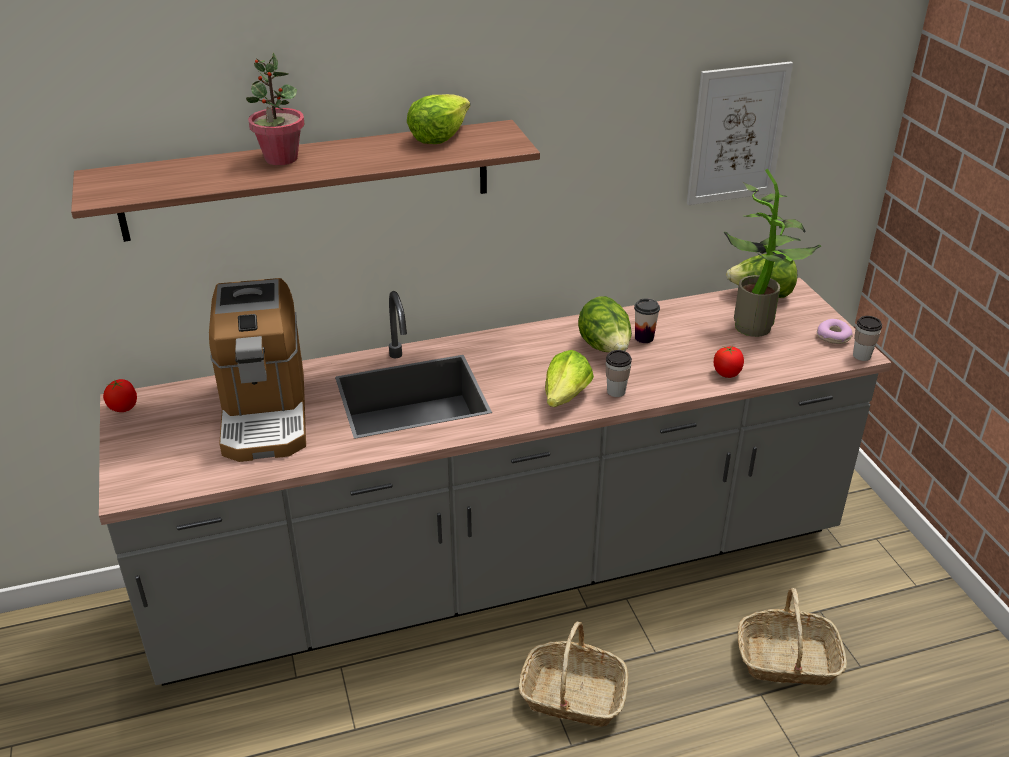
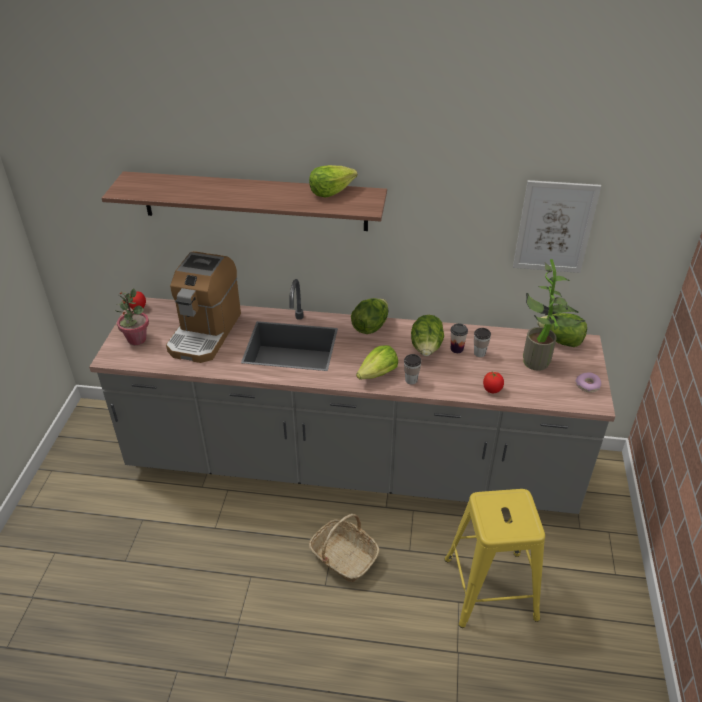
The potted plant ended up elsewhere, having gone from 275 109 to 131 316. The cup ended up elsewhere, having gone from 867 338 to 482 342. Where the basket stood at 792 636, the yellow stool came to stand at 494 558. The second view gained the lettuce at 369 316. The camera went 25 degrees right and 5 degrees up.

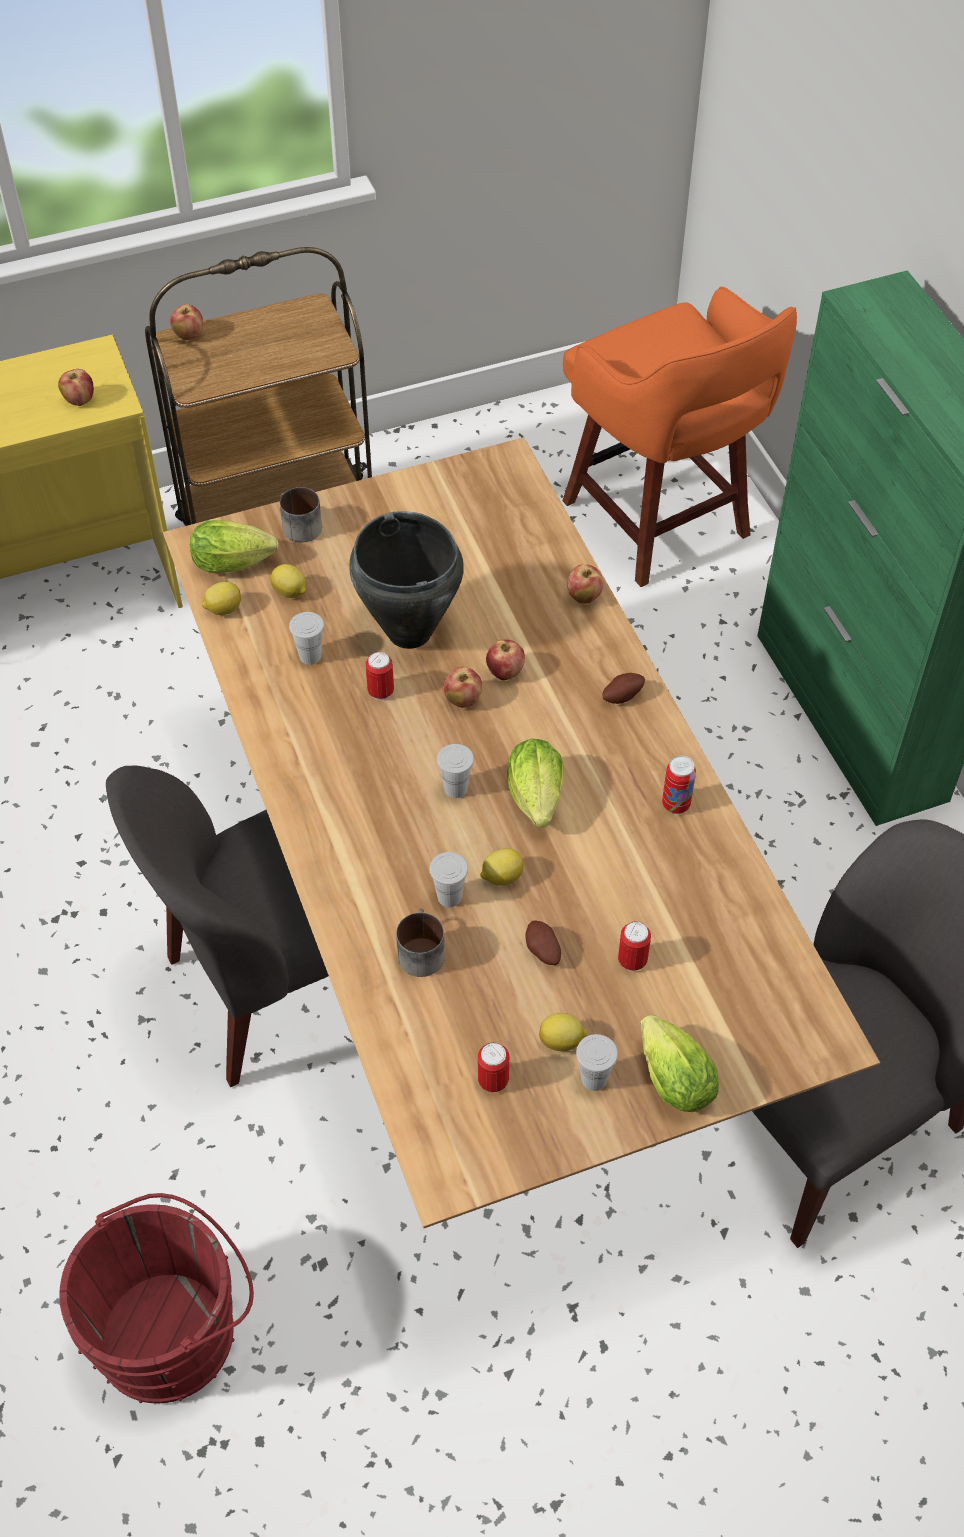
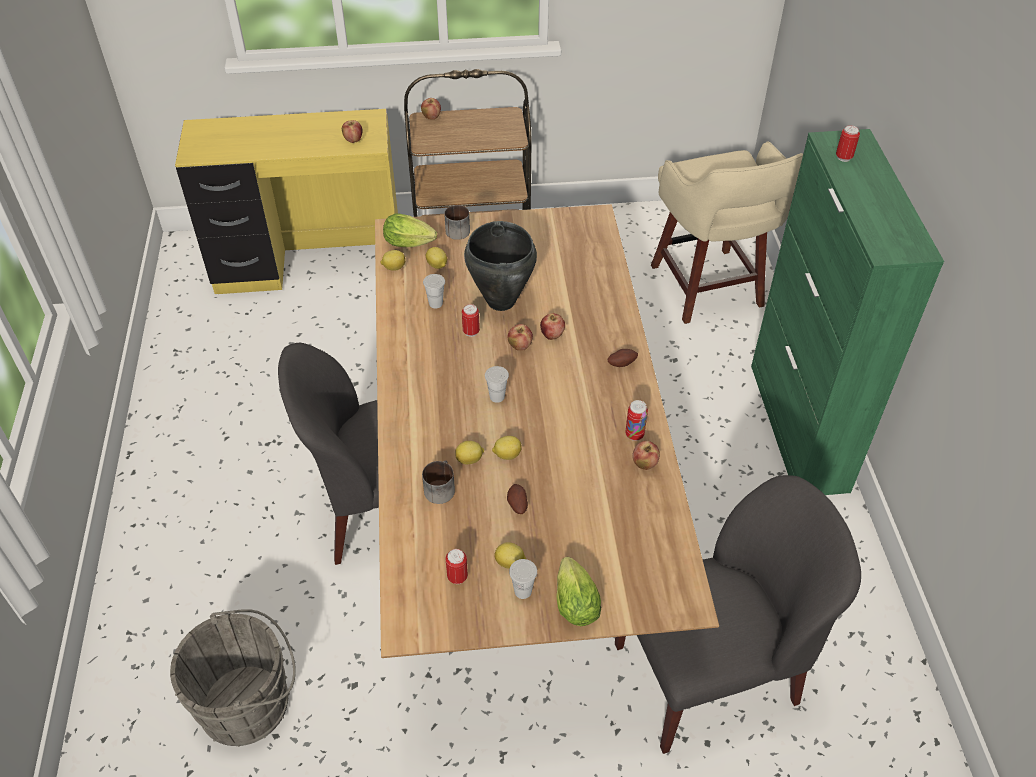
What was the orange stool at 679 437 turned into the beige stool at 727 232. The apple ended up elsewhere, having gone from 585 583 to 646 455. The second view lost the lettuce at 535 783. Where the white cup stood at 448 879, the lemon came to stand at 469 452. The can ended up elsewhere, having gone from 634 946 to 848 143. What was the red bucket at 157 1298 turned into the grey bucket at 233 678. The camera went 15 degrees right and 5 degrees down.

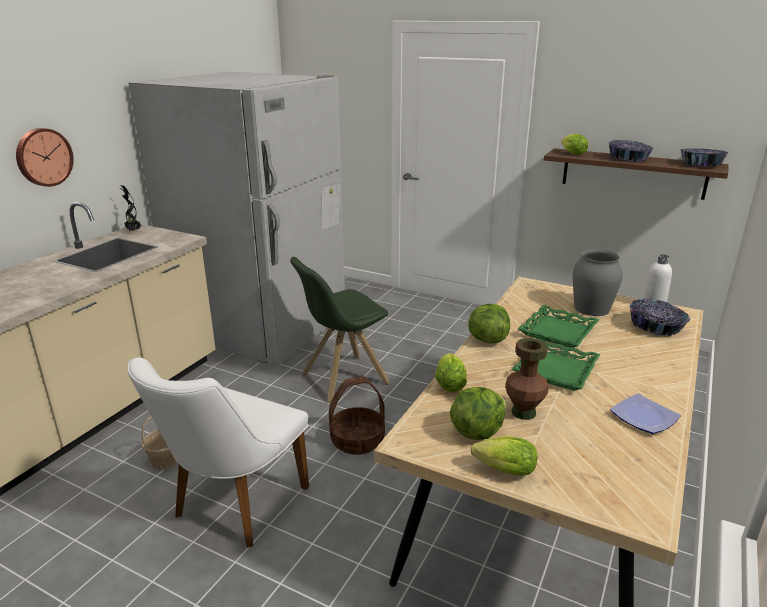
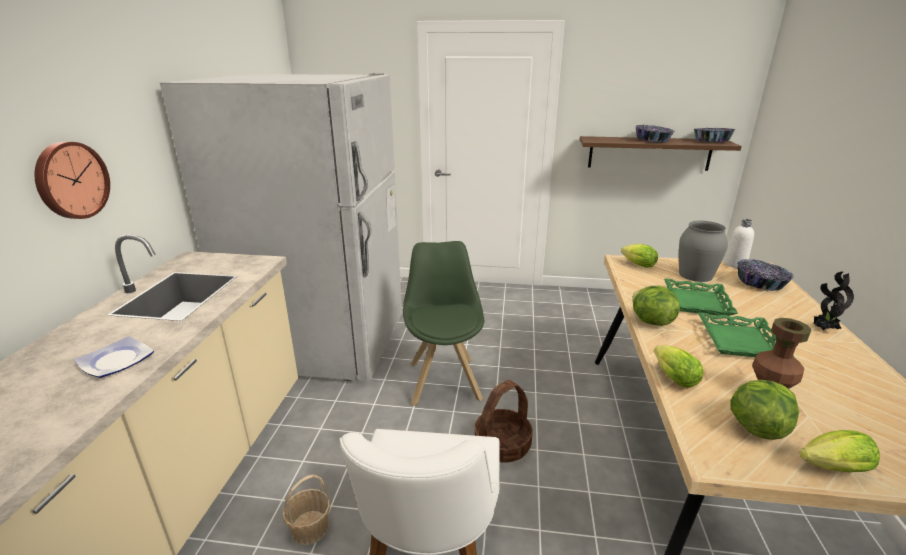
The lettuce ended up elsewhere, having gone from 574 144 to 639 256. The potted plant ended up elsewhere, having gone from 130 208 to 834 301. The green chair at 340 330 ended up facing another way, 135 degrees clockwise from before. The plate ended up elsewhere, having gone from 645 413 to 114 357. The camera went 20 degrees left and 0 degrees up.

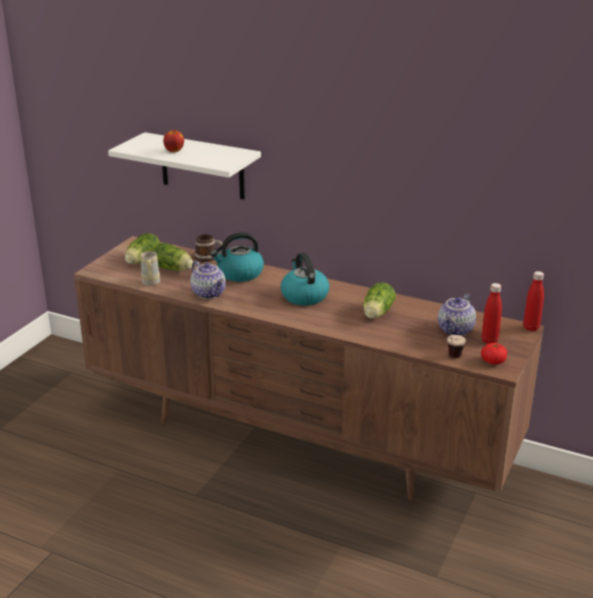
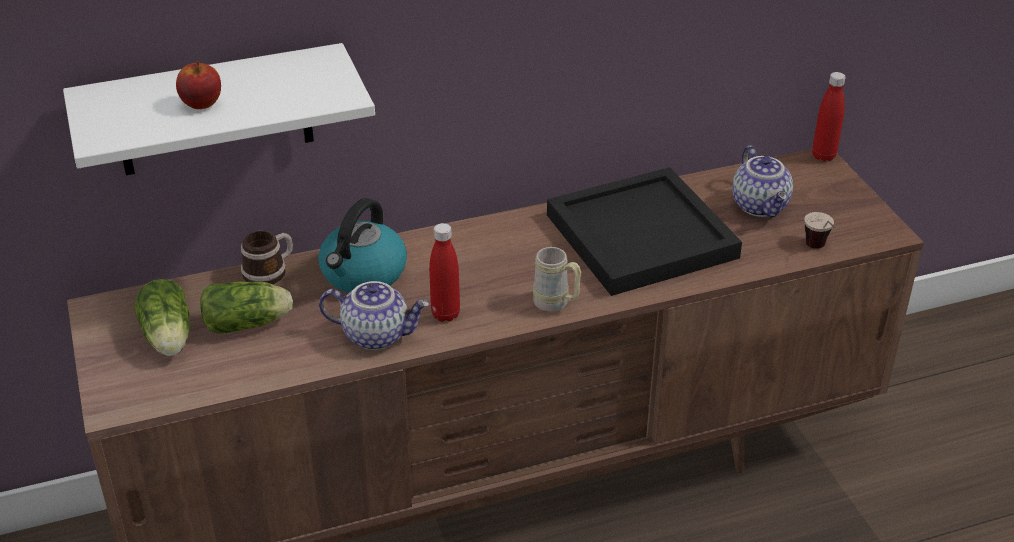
The beige mug ended up elsewhere, having gone from 150 268 to 557 279. The second view lost the kettle at 305 279. Where the lettuce stood at 379 300, the black tray came to stand at 644 231. The red bottle ended up elsewhere, having gone from 492 313 to 444 272. The second view lost the tomato at 494 354. The camera went 45 degrees left and 10 degrees up.

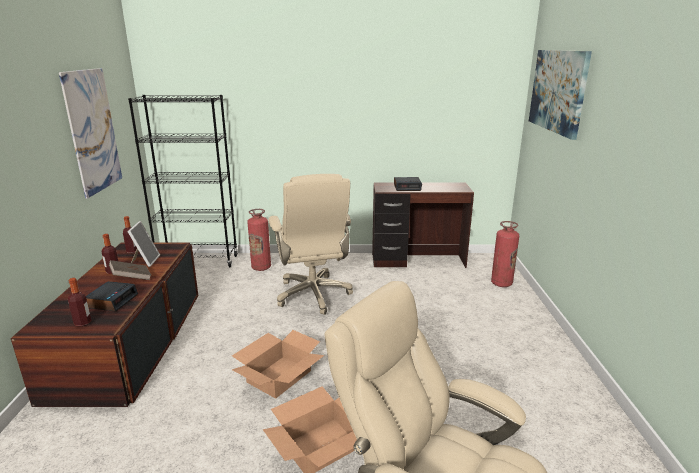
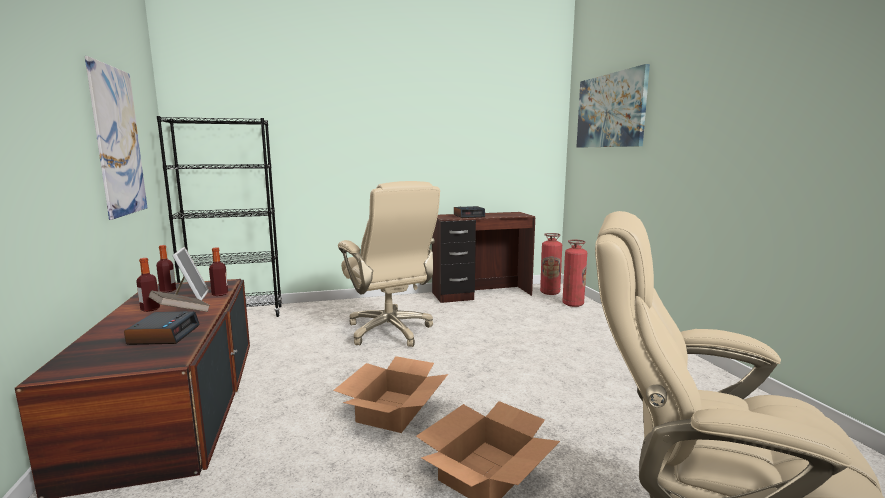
The fire extinguisher ended up elsewhere, having gone from 259 240 to 551 264. The bottle ended up elsewhere, having gone from 79 302 to 218 271. The camera went 15 degrees left and 10 degrees down.

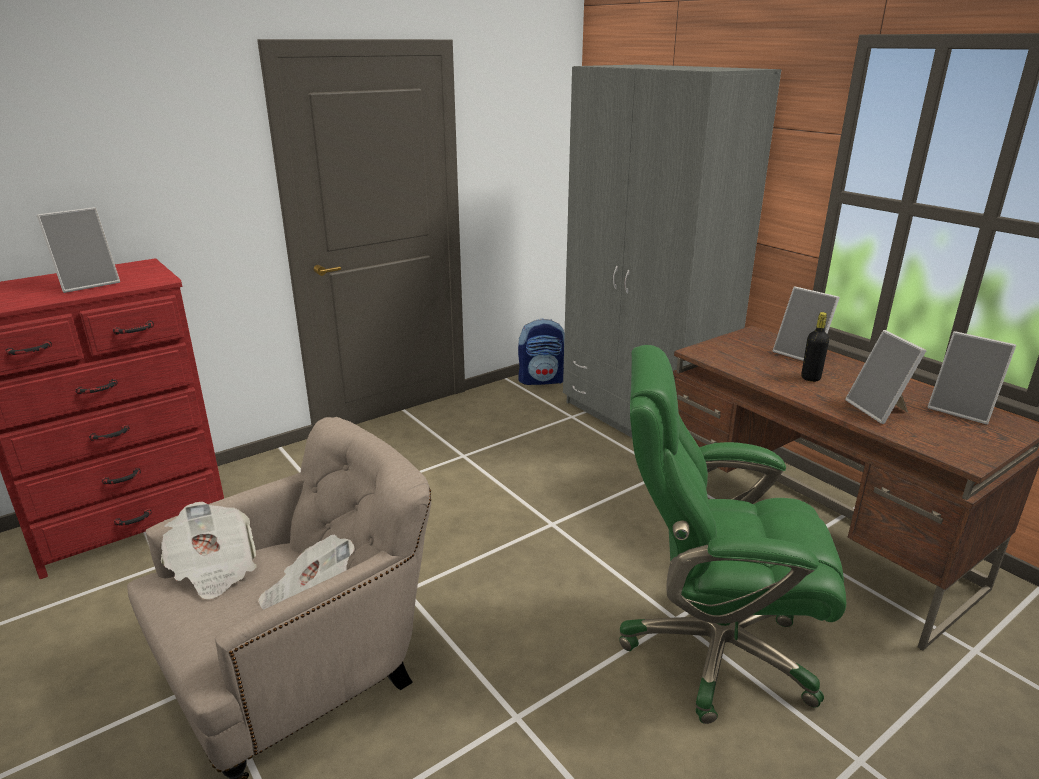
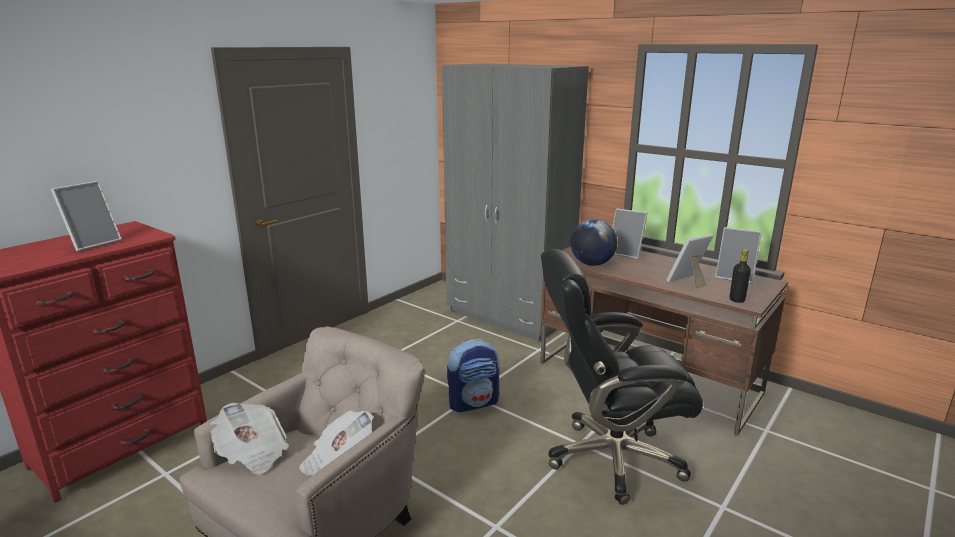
The black bottle ended up elsewhere, having gone from 815 347 to 740 276. The backpack ended up elsewhere, having gone from 541 352 to 473 375. The picture frame at 885 377 ended up facing another way, 90 degrees clockwise from before. What was the green office chair at 732 534 turned into the black office chair at 622 377. The second view gained the globe at 594 242. The camera went 15 degrees left and 5 degrees down.

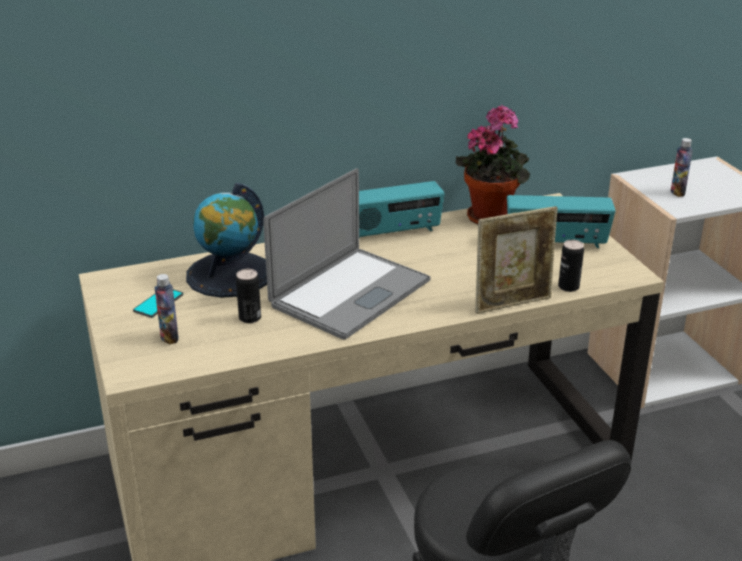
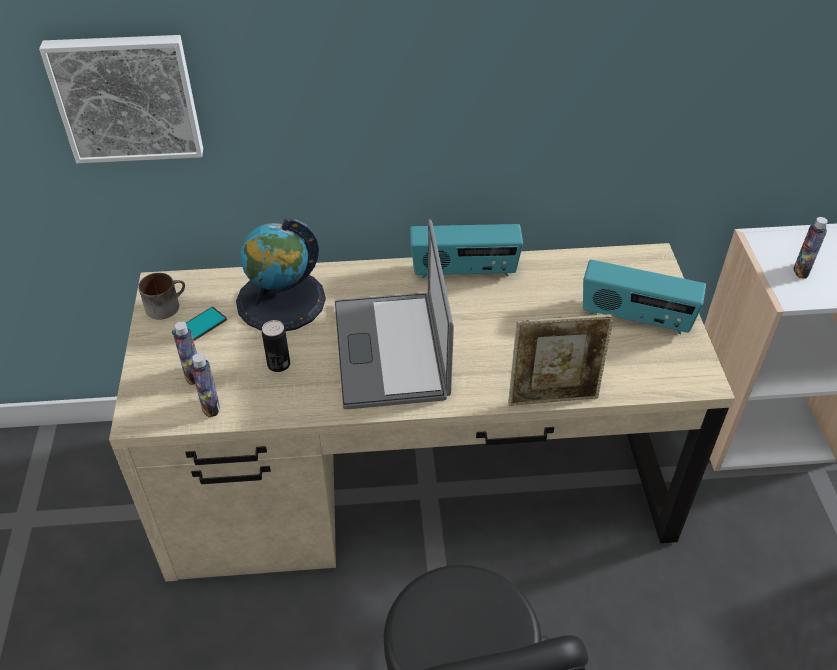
The second view lost the potted plant at 493 164. The laptop at 347 254 ended up facing another way, 120 degrees clockwise from before. The second view lost the can at 571 266. The second view gained the picture at 121 99. The second view gained the mug at 161 296. The second view gained the bottle at 205 385. The camera went 15 degrees right and 15 degrees up.

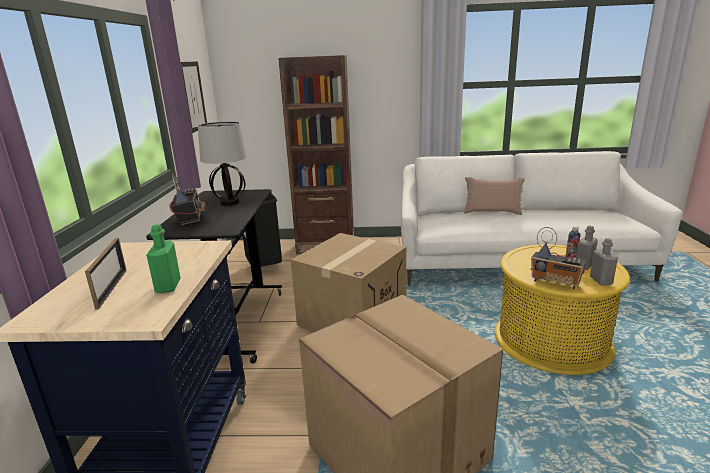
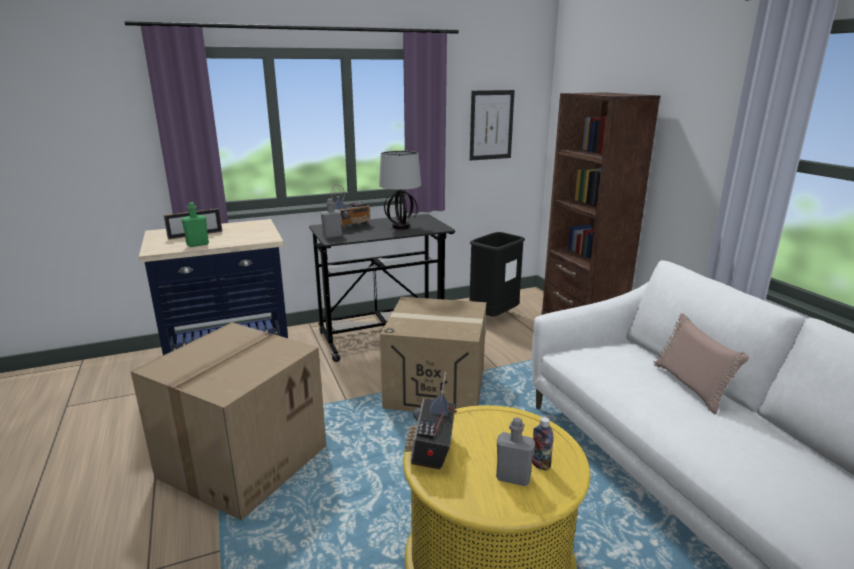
The grey bottle ended up elsewhere, having gone from 604 262 to 331 218. The camera went 65 degrees right and 0 degrees up.

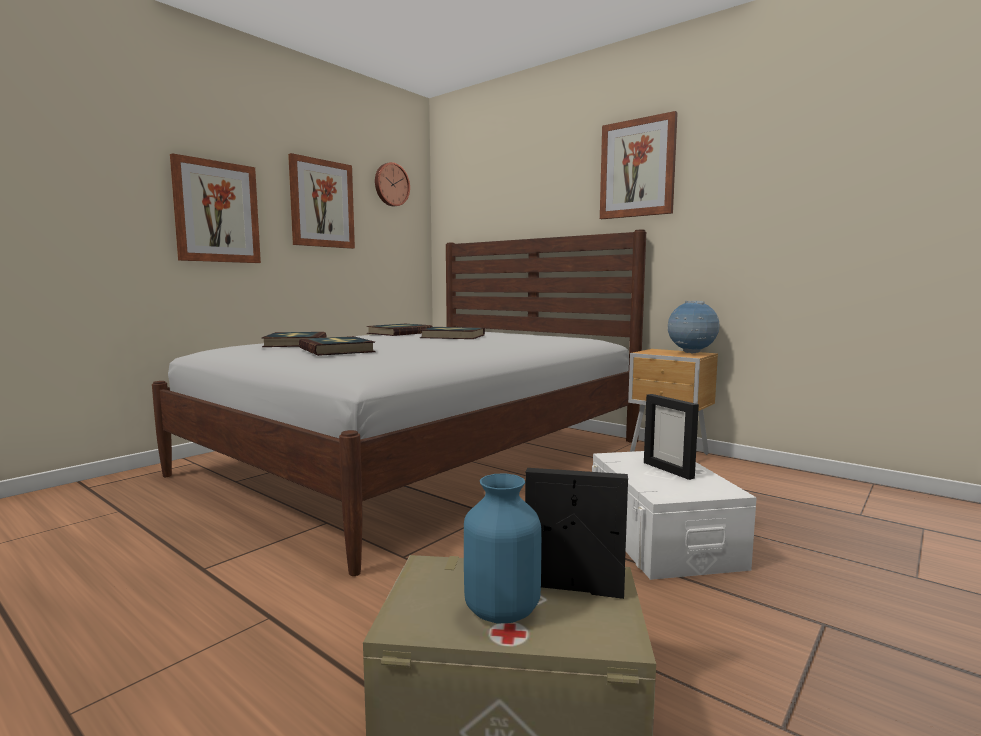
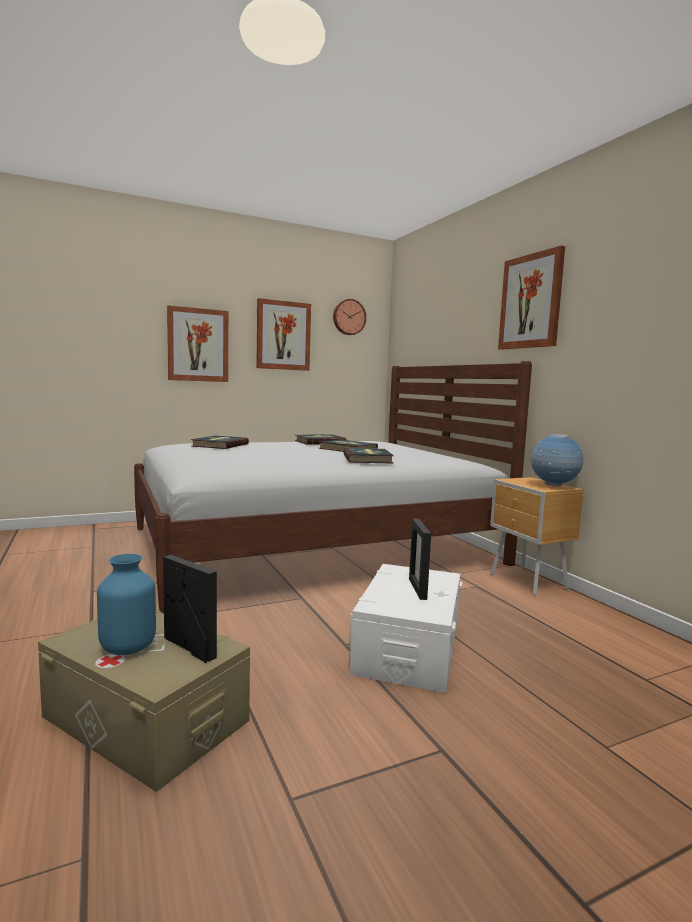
The book ended up elsewhere, having gone from 337 346 to 368 456. The camera went 25 degrees right and 0 degrees up.

